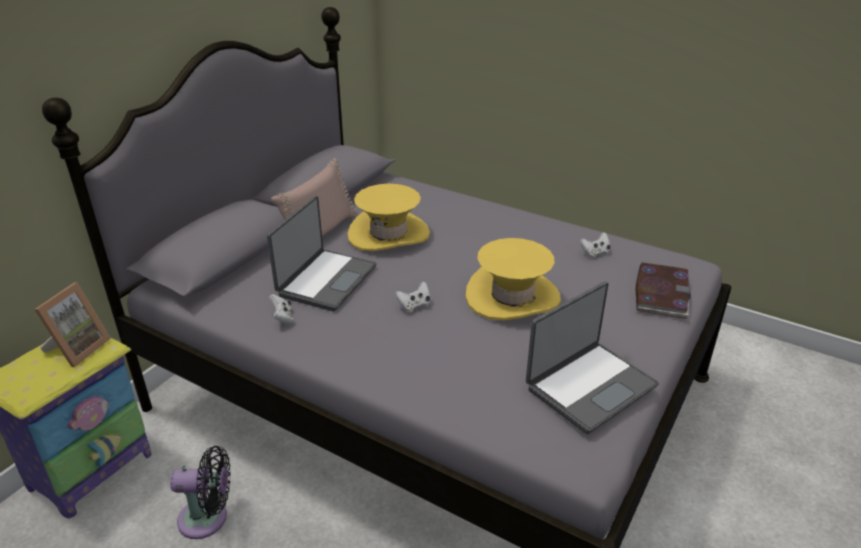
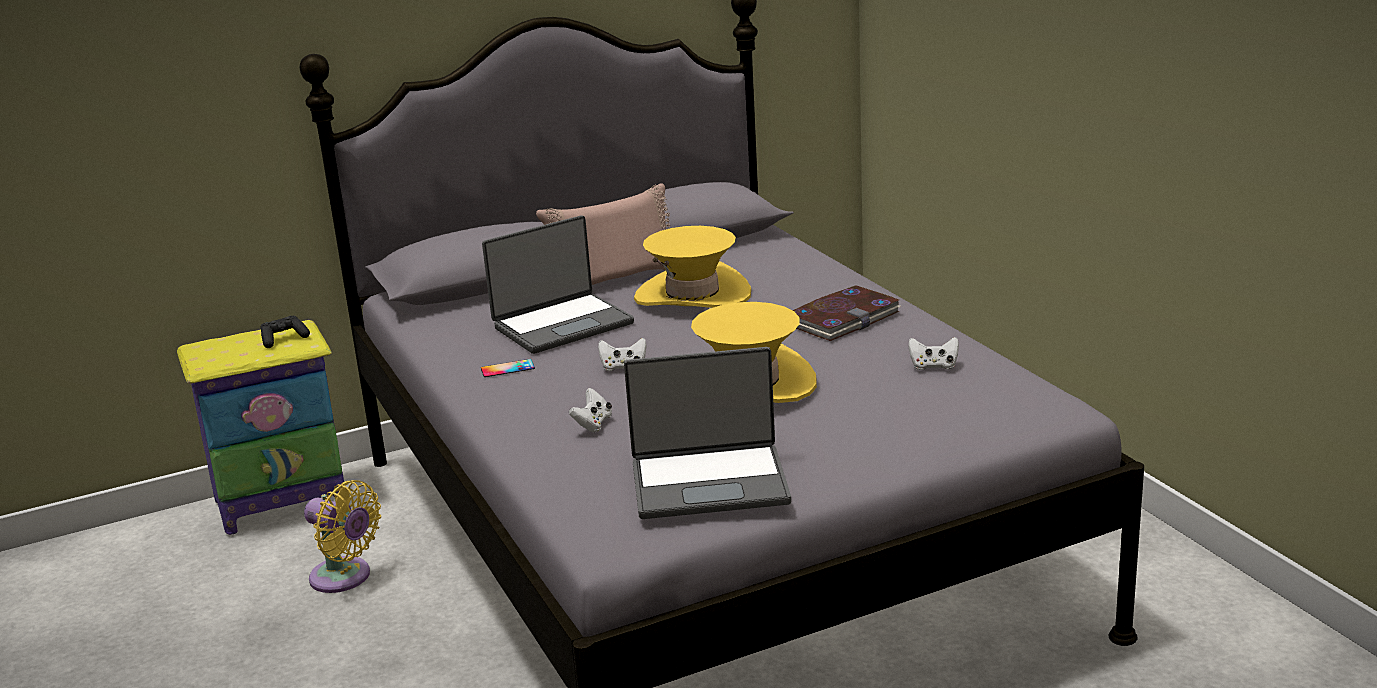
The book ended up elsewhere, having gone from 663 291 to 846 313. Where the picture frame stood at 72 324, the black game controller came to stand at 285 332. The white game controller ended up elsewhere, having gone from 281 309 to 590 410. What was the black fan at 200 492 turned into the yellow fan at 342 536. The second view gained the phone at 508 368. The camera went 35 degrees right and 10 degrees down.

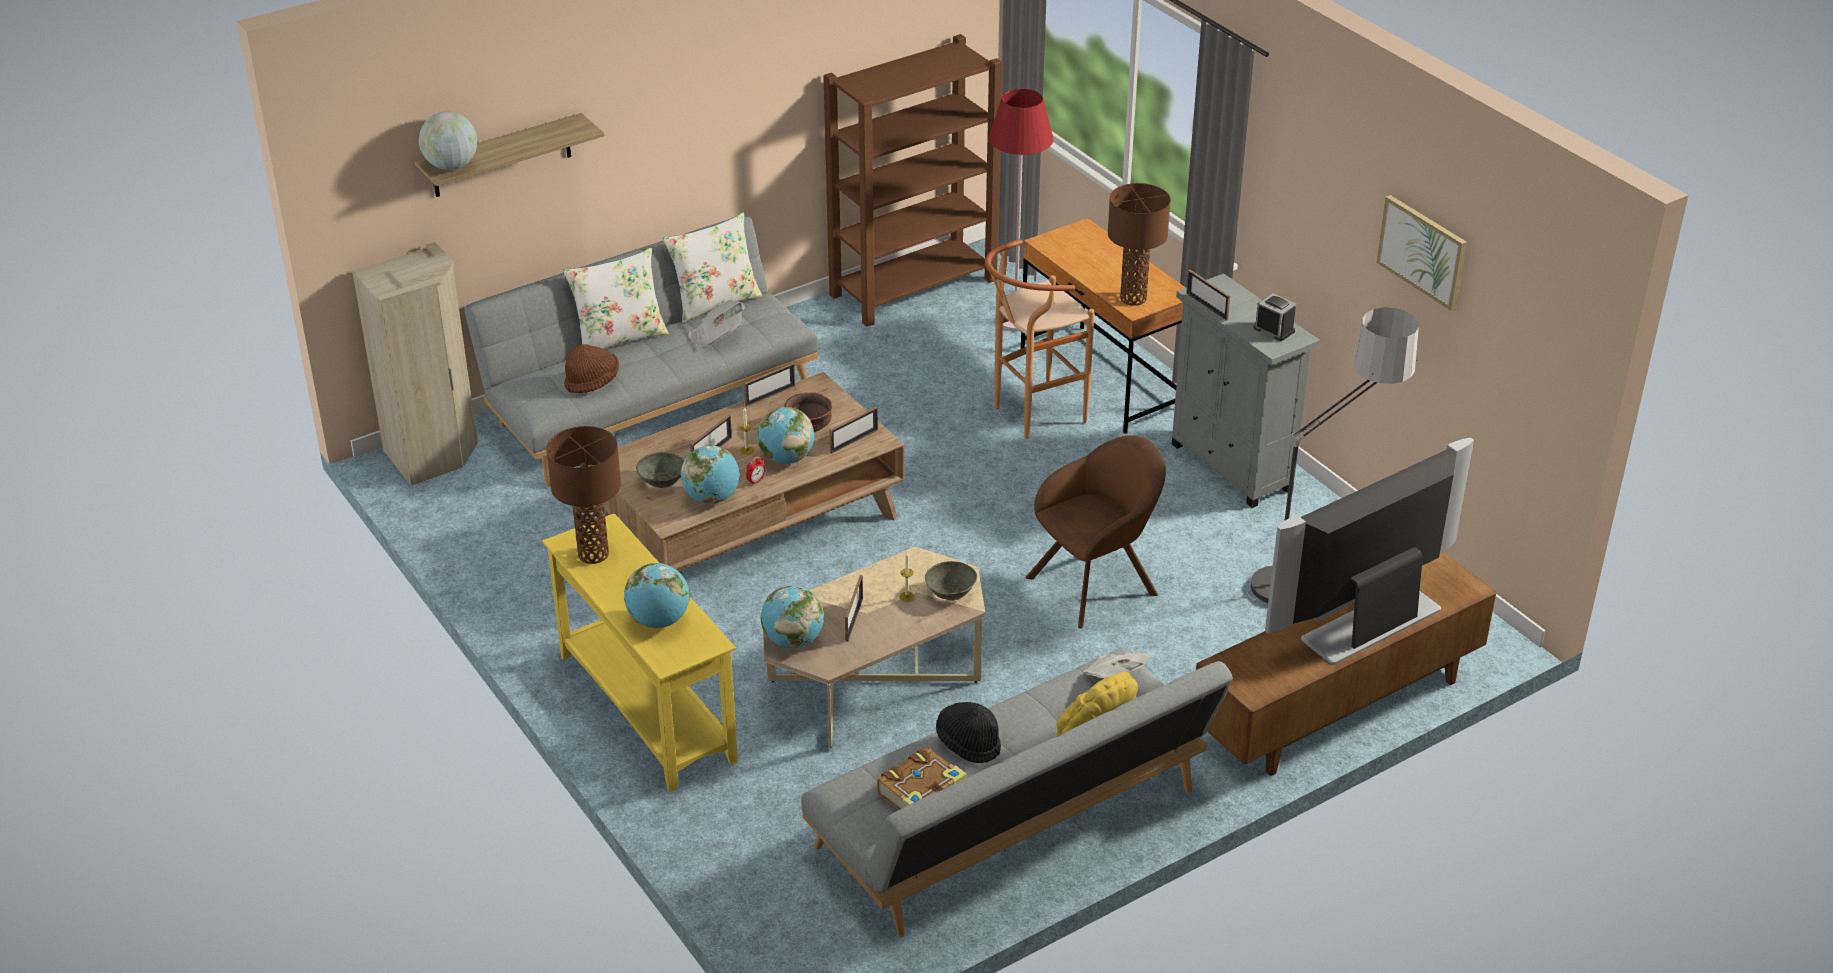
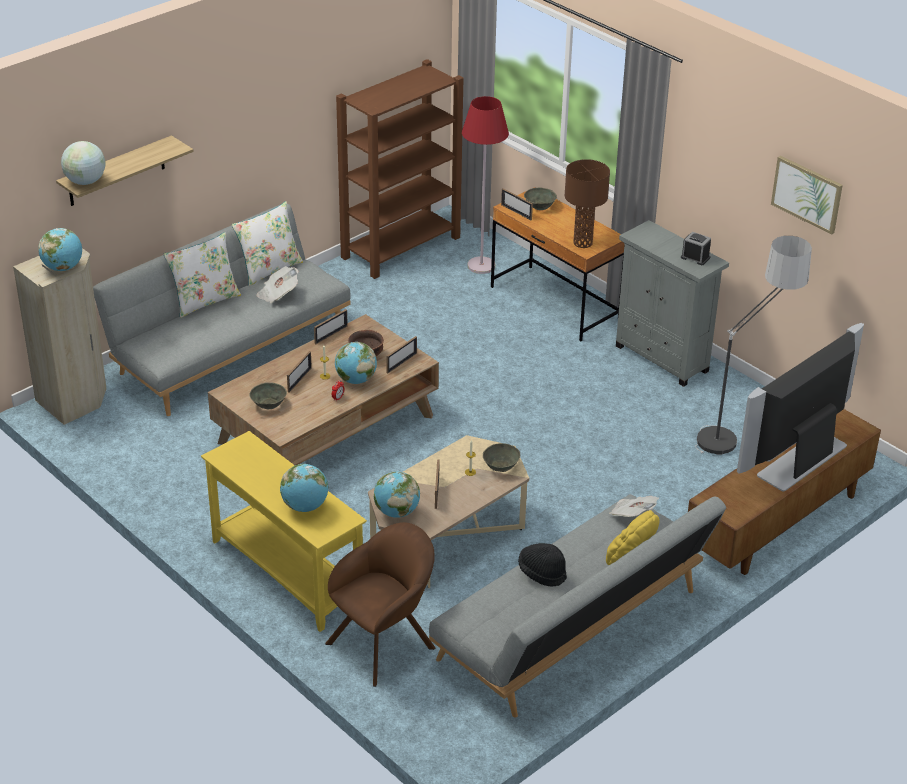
The second view lost the brown stool at 1039 339. The picture frame ended up elsewhere, having gone from 1208 295 to 517 204. The second view lost the brown hat at 591 368. The second view lost the brown table lamp at 583 495. The brown armchair ended up elsewhere, having gone from 1096 531 to 380 604. The globe ended up elsewhere, having gone from 710 474 to 60 249. The second view lost the book at 922 778. The second view gained the grey bowl at 540 198. The camera went 10 degrees left and 0 degrees up.

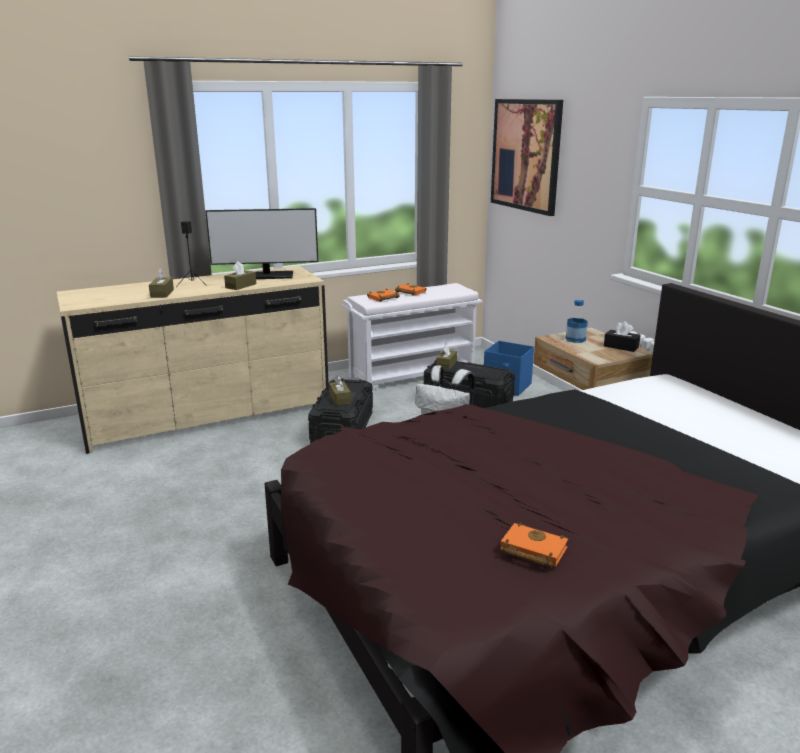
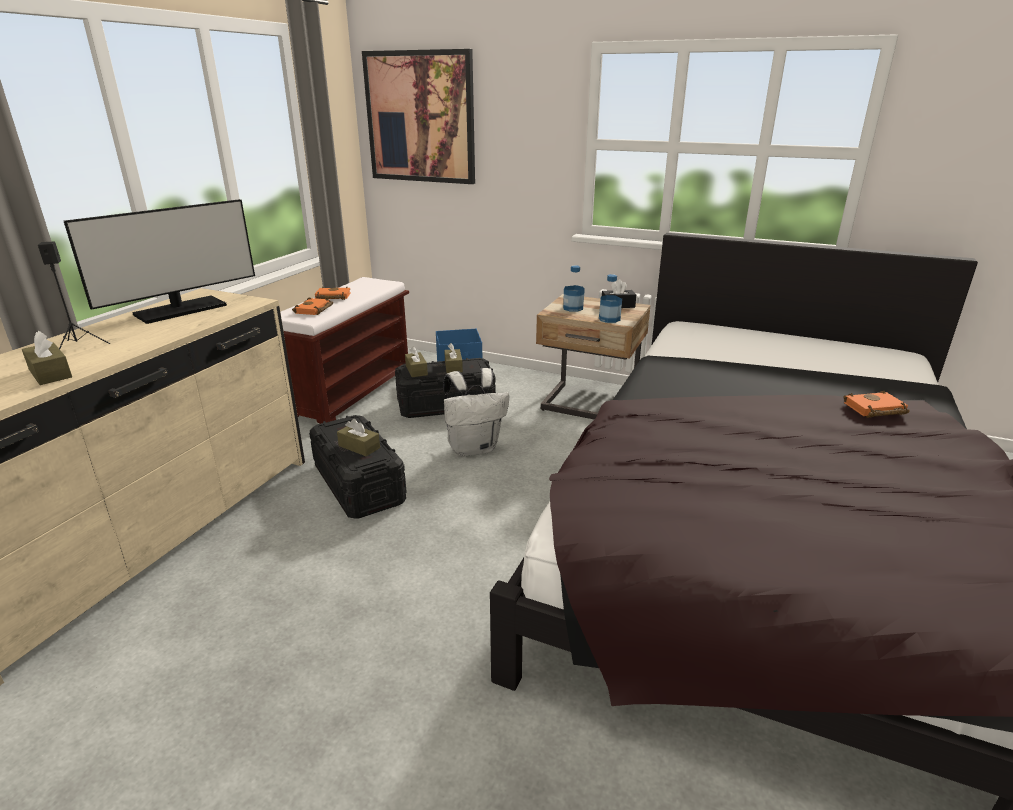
The brown tissue box ended up elsewhere, having gone from 240 275 to 453 358. What was the white bench at 413 336 turned into the brown bench at 344 350. The orange book ended up elsewhere, having gone from 534 545 to 876 404. The second view gained the bottle at 610 298. The camera went 40 degrees left and 5 degrees up.

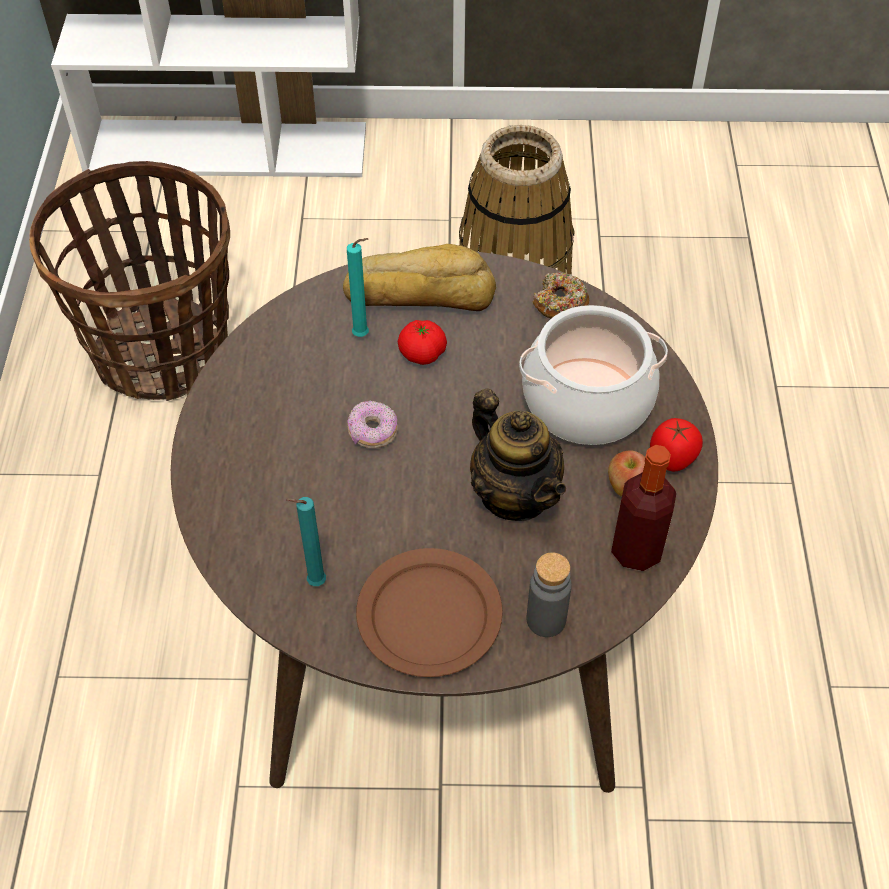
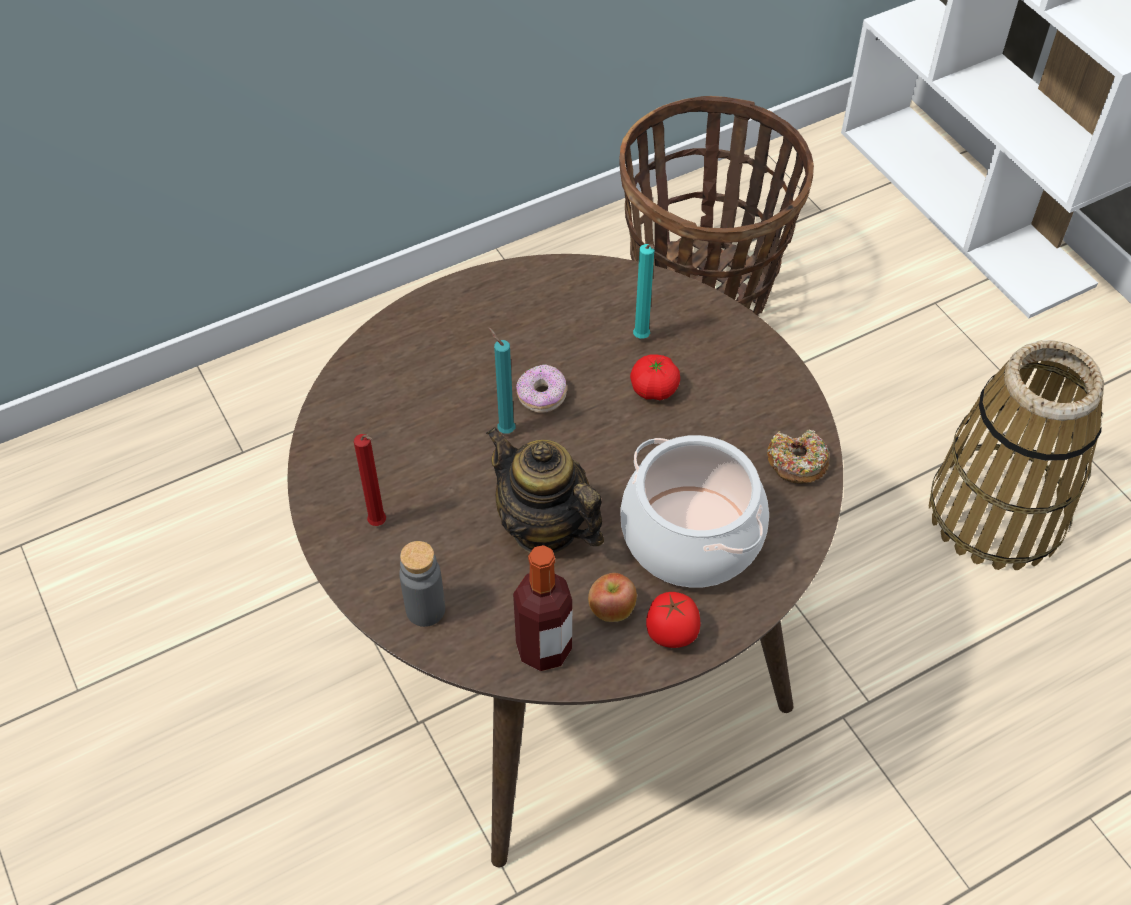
The second view lost the bread at 419 277. The teapot at 518 455 ended up facing another way, 105 degrees clockwise from before. The turquoise candle ended up elsewhere, having gone from 306 541 to 502 380. Where the brown plate stood at 429 612, the red candle came to stand at 370 480. The camera went 60 degrees right and 0 degrees up.

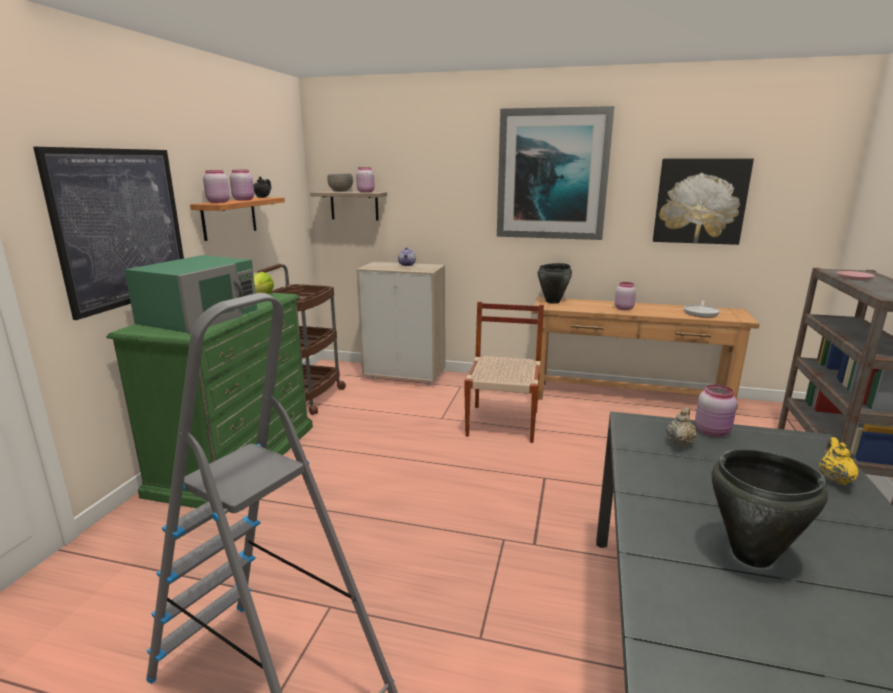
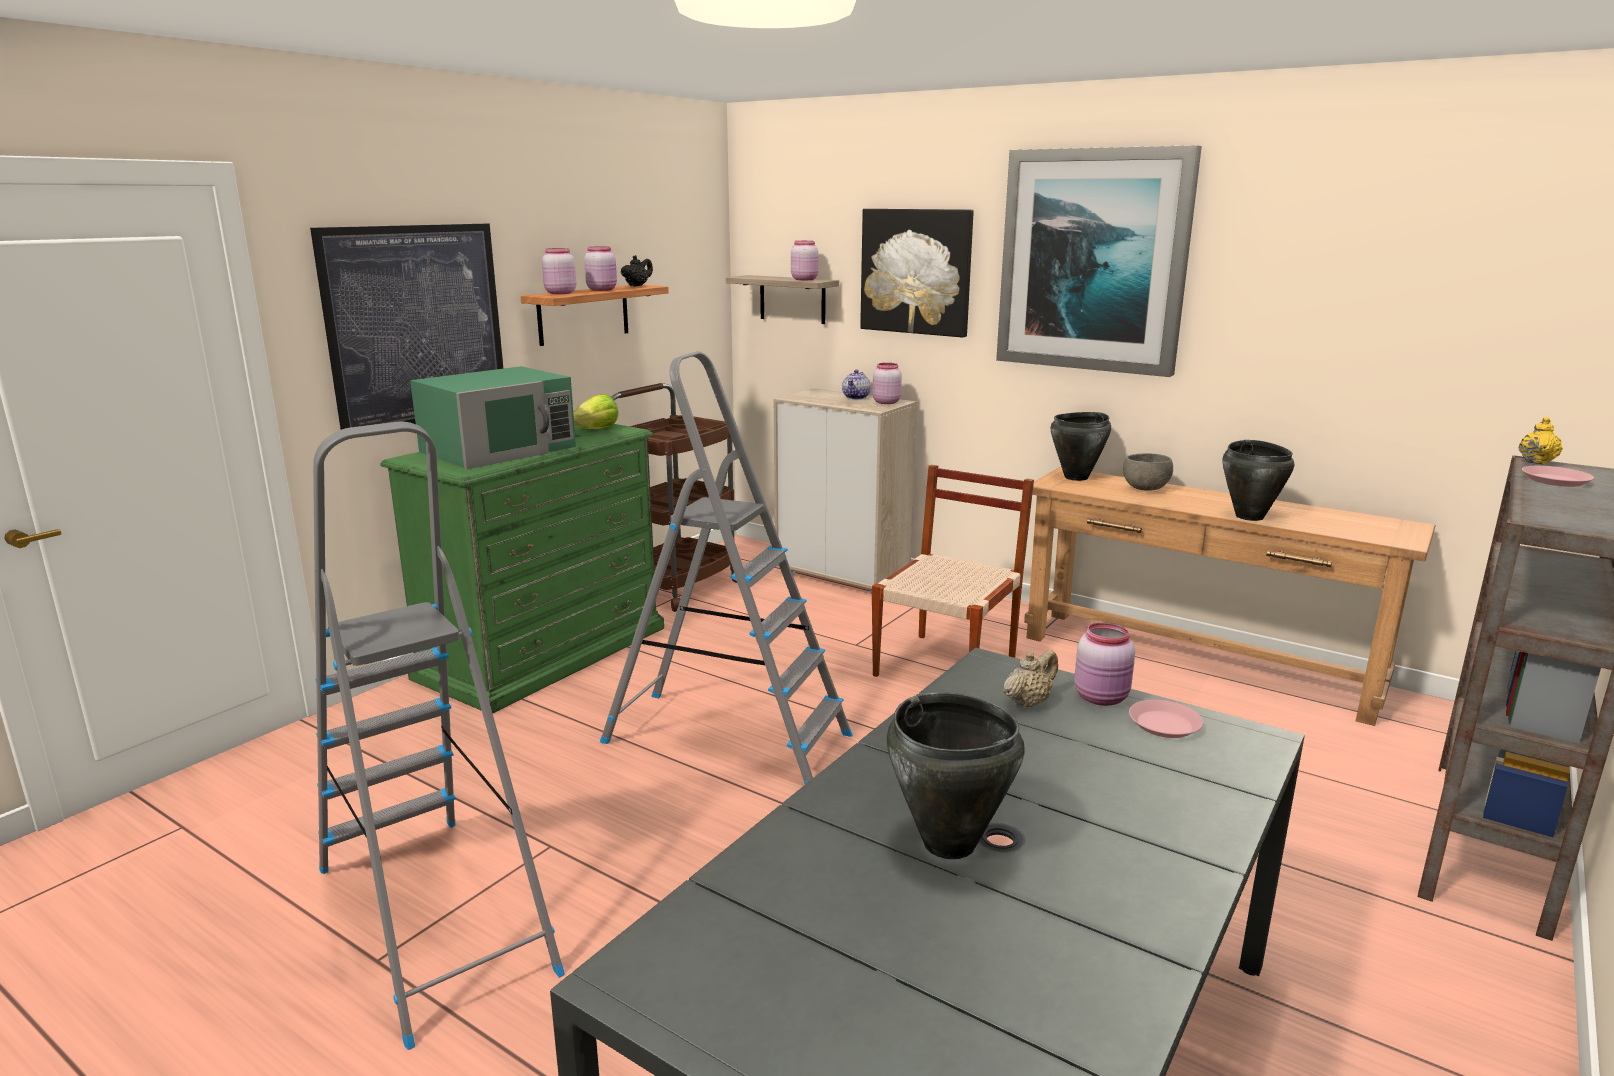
The picture ended up elsewhere, having gone from 703 201 to 917 273. The grey bowl ended up elsewhere, having gone from 340 182 to 1148 472. The pink jar ended up elsewhere, having gone from 625 296 to 887 383. The second view lost the frying pan at 702 308. The yellow teapot ended up elsewhere, having gone from 839 461 to 1541 441. The second view gained the grey step ladder at 726 567. The second view gained the black cooking pot at 1258 480. The second view gained the pink plate at 1166 719. The camera went 20 degrees right and 0 degrees up.

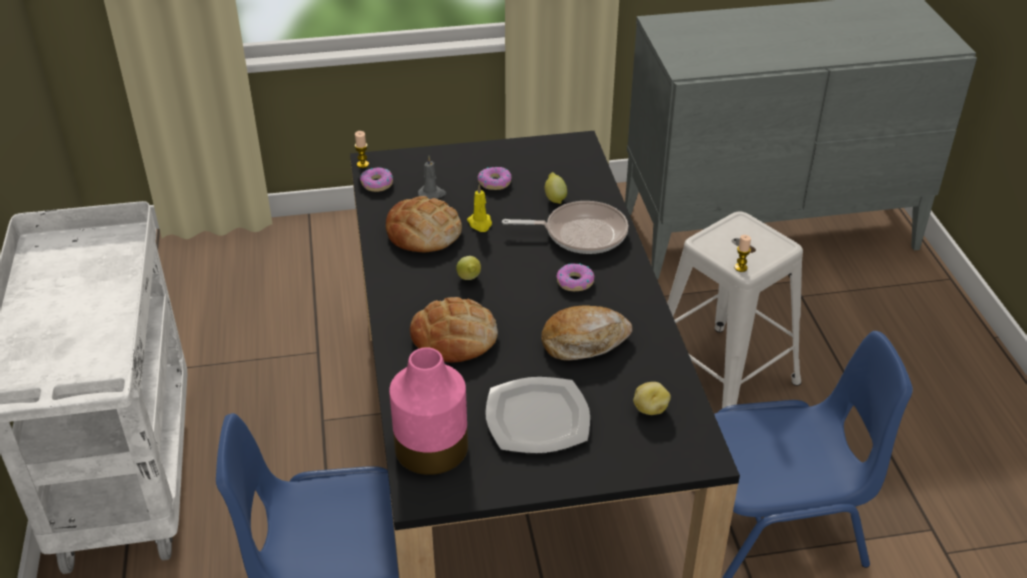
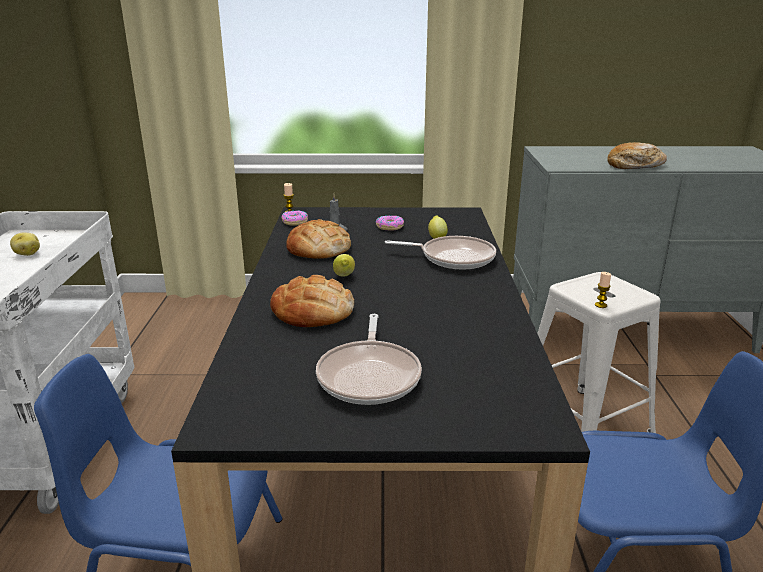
The second view lost the yellow candle at 479 208. The second view lost the donut at 575 277. The bread ended up elsewhere, having gone from 586 333 to 637 155. The second view lost the pink vase at 428 411. Where the plate stood at 537 415, the frying pan came to stand at 369 359. The potato ended up elsewhere, having gone from 652 398 to 25 244. The camera went 10 degrees right and 15 degrees down.

